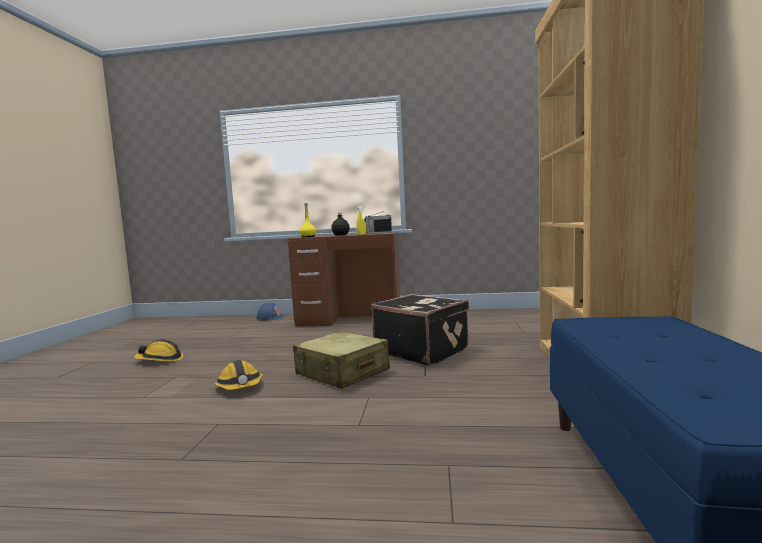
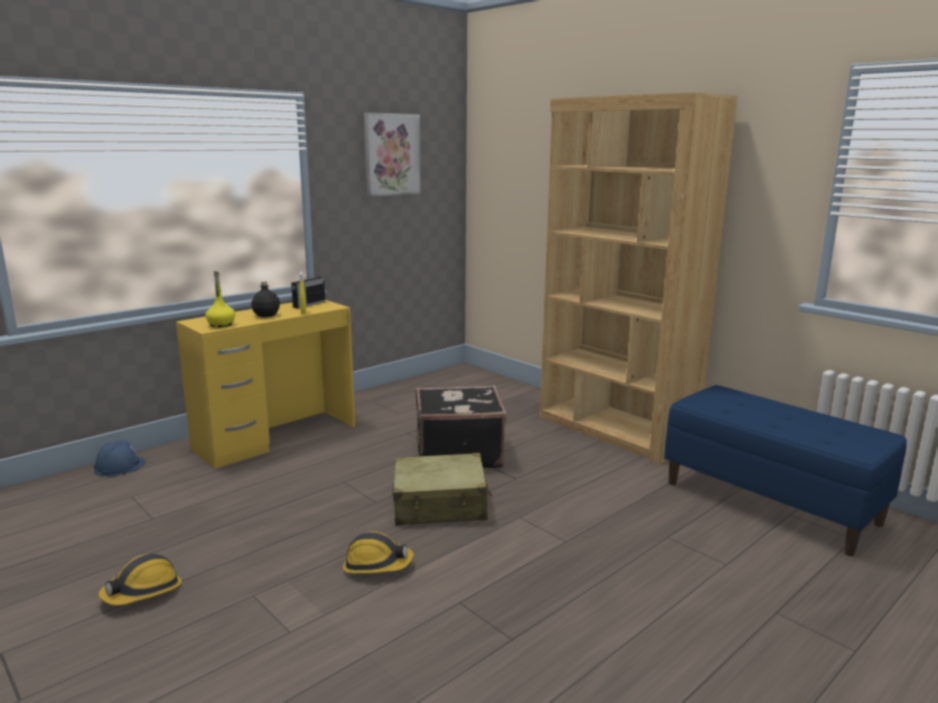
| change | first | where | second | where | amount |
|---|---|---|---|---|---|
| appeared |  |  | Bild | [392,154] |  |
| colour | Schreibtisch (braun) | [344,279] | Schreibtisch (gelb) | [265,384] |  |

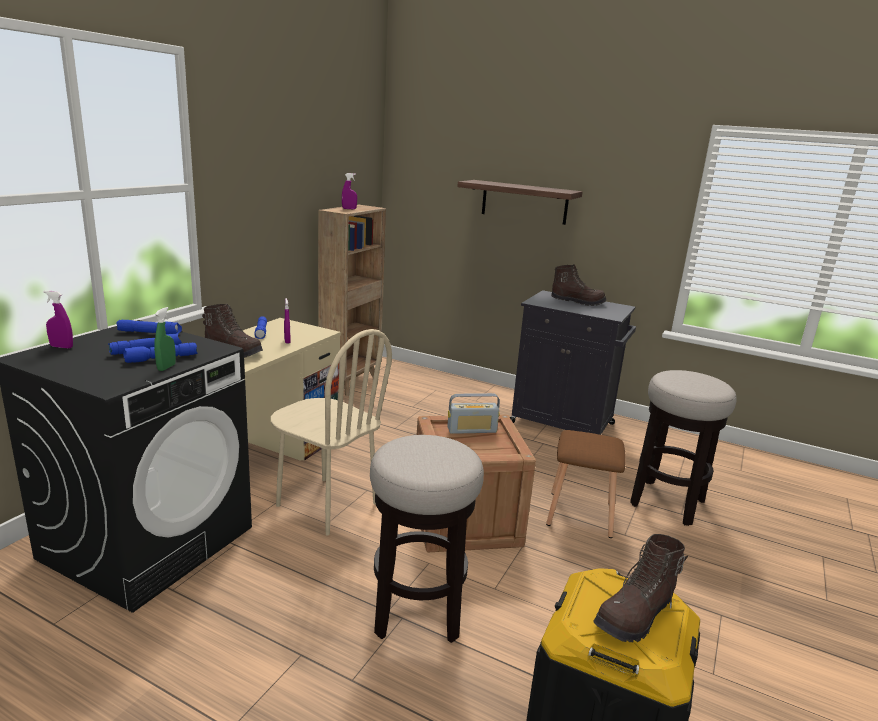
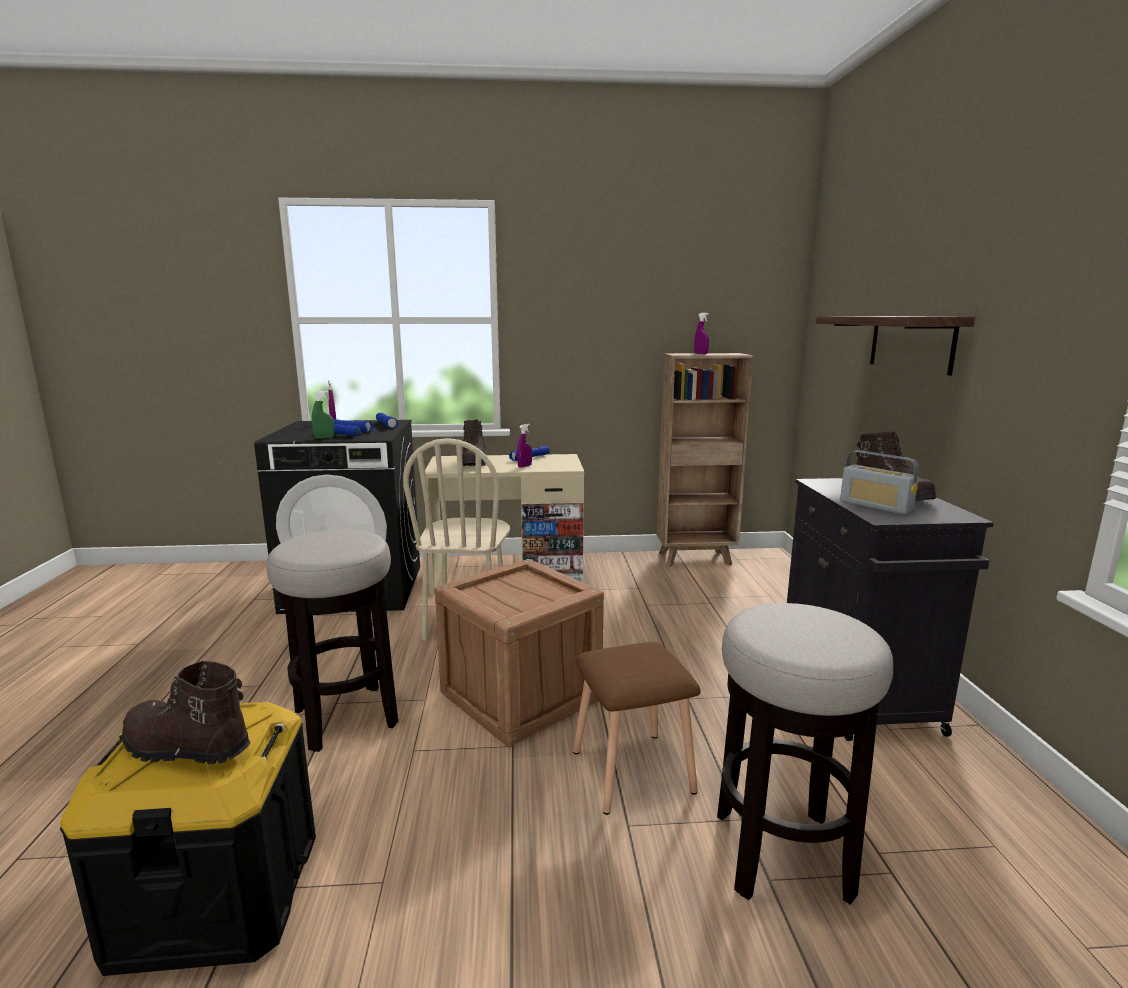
| change | first | where | second | where | amount |
|---|---|---|---|---|---|
| relocated | Radio | [473,413] |  | [879,482] |  |

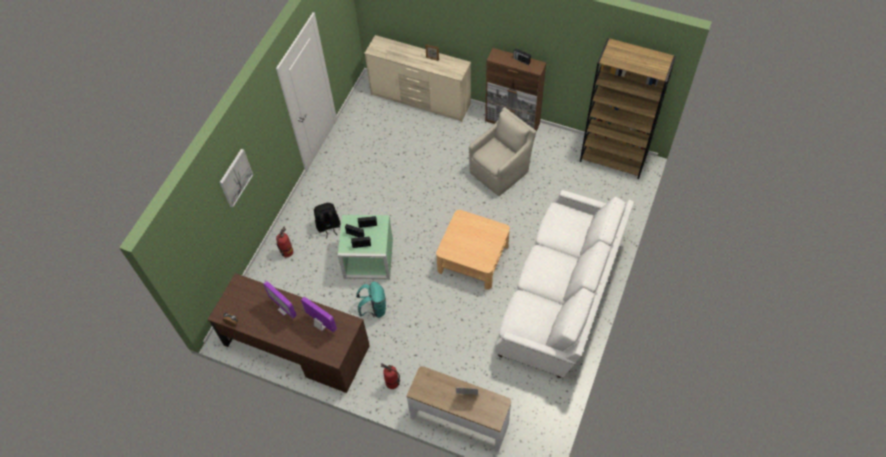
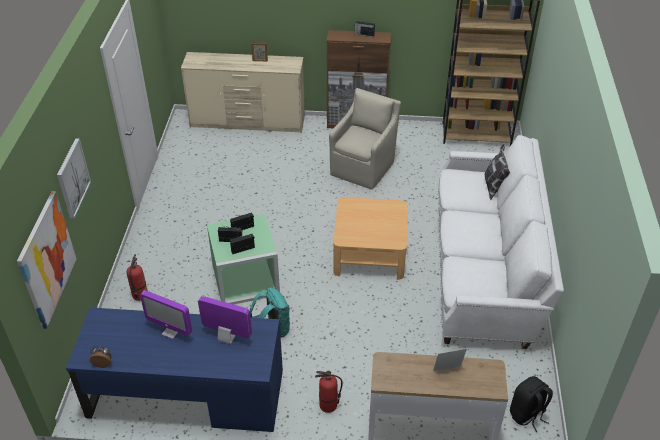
| change | first | where | second | where | amount |
|---|---|---|---|---|---|
| appeared |  |  | Bild | [47,260] |  |
| appeared |  |  | Kissen | [497,172] |  |
| relocated | Rucksack (schwarz) | [327,221] |  | [531,404] |  |
| colour | Schreibtisch (braun) | [289,333] | Schreibtisch (blau) | [174,369] |  |

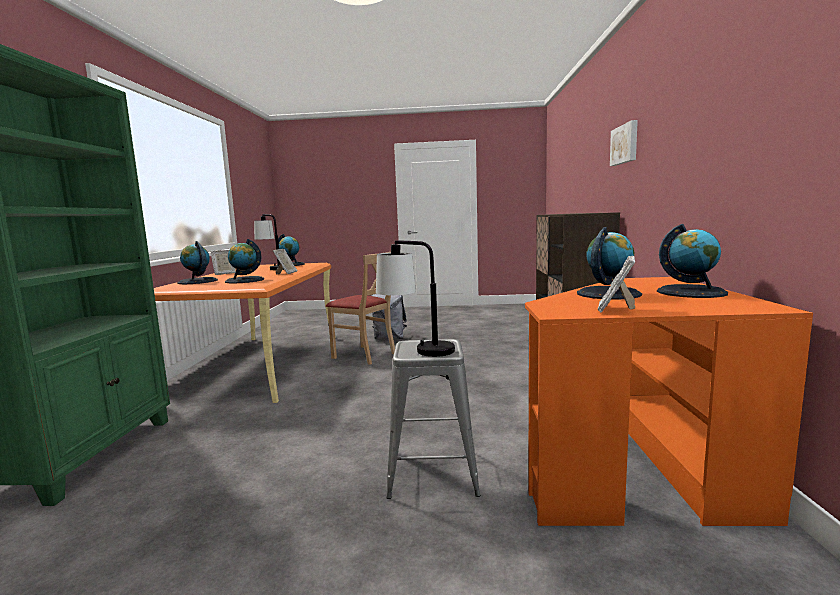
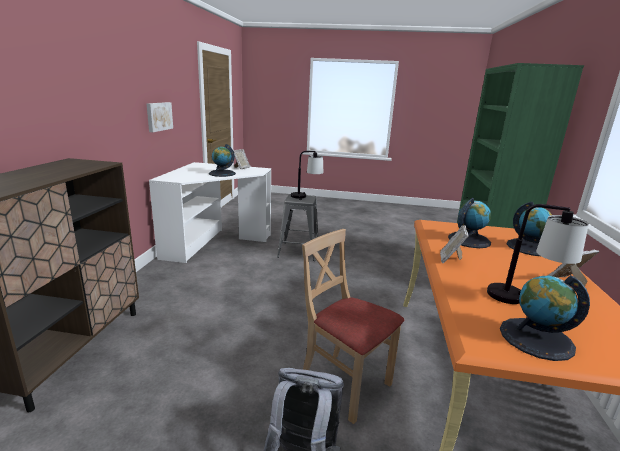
| change | first | where | second | where | amount |
|---|---|---|---|---|---|
| missing | Globus | [692,261] |  |  |  |
| relocated | Bild | [624,143] |  | [160,117] |  |
| colour | Schreibtisch (orange) | [669,401] | Schreibtisch (weiß) | [210,212] |  |

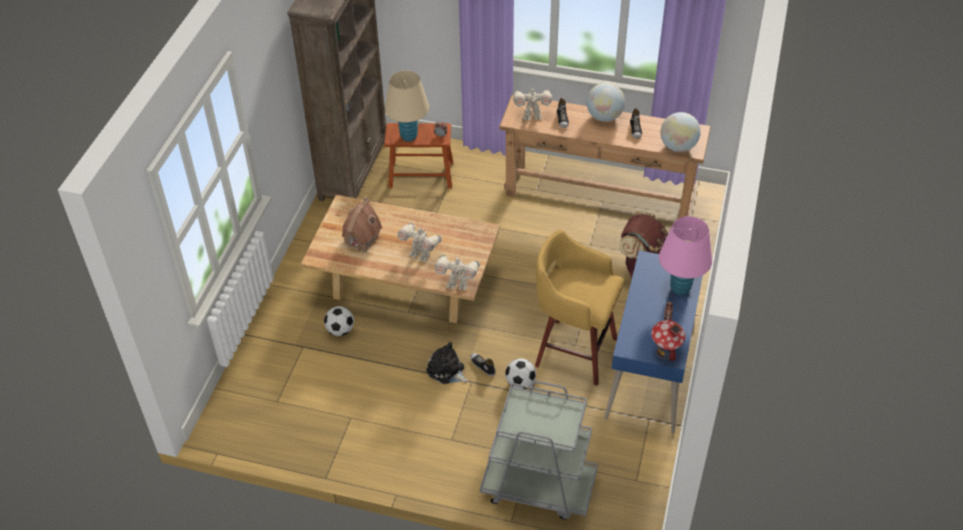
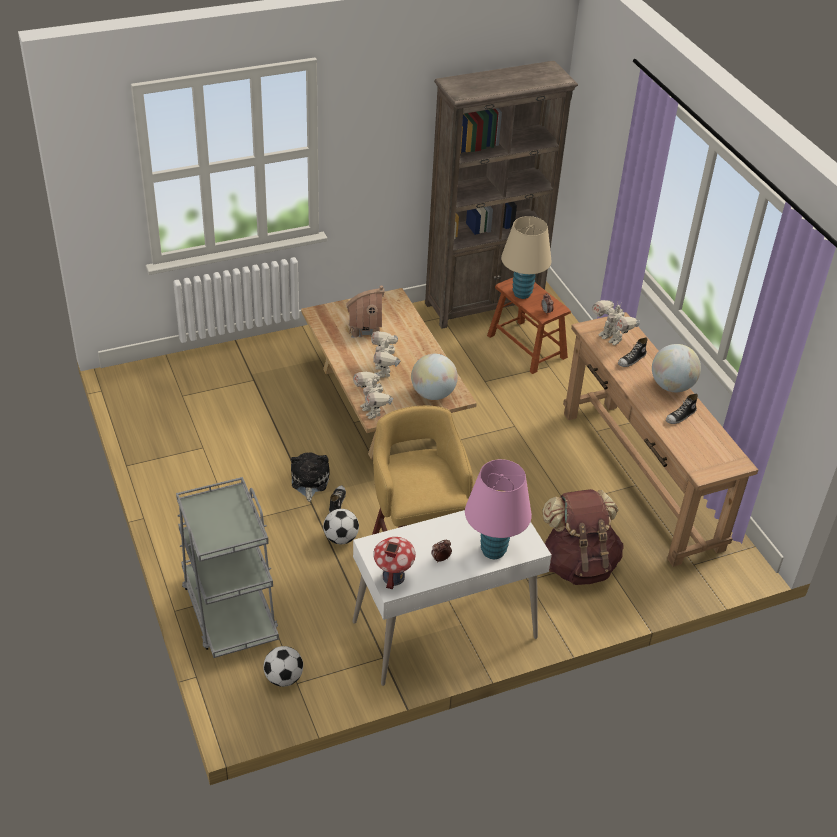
| change | first | where | second | where | amount |
|---|---|---|---|---|---|
| relocated | Fußball | [339,321] |  | [283,666] |  |
| relocated | Globus | [680,132] |  | [434,377] |  |
| colour | Schreibtisch (blau) | [654,342] | Schreibtisch (weiß) | [452,598] |  |

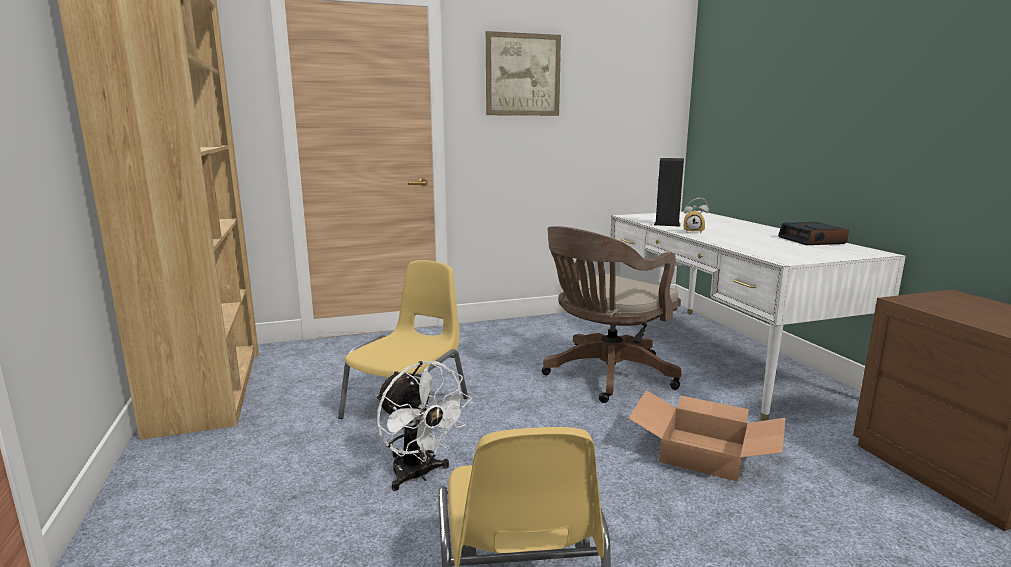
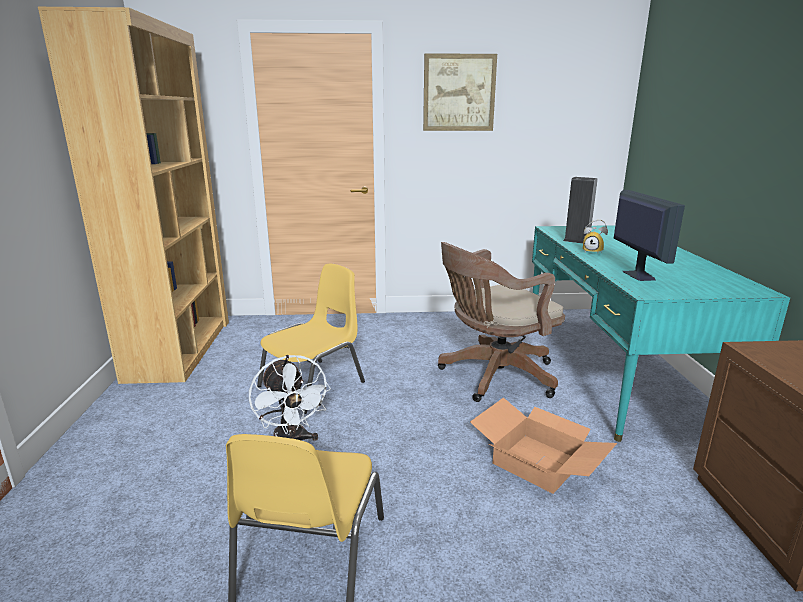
| change | first | where | second | where | amount |
|---|---|---|---|---|---|
| missing | Wecker | [813,233] |  |  |  |
| appeared |  |  | Monitor | [649,235] |  |
| colour | Schreibtisch (weiß) | [758,316] | Schreibtisch (türkis) | [661,333] |  |

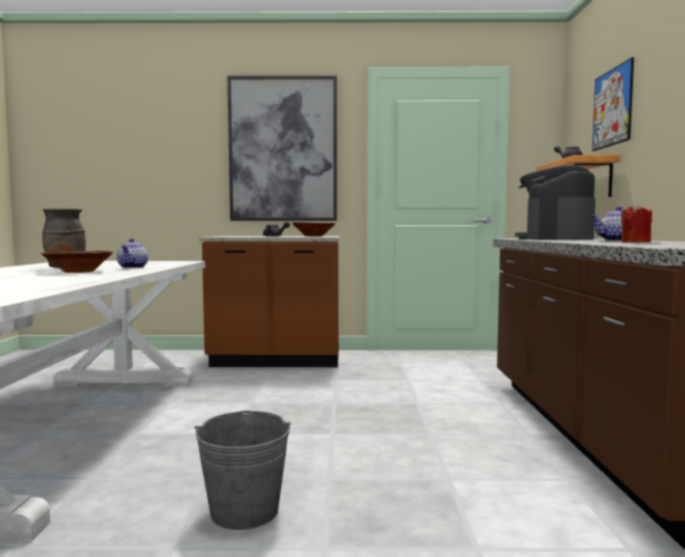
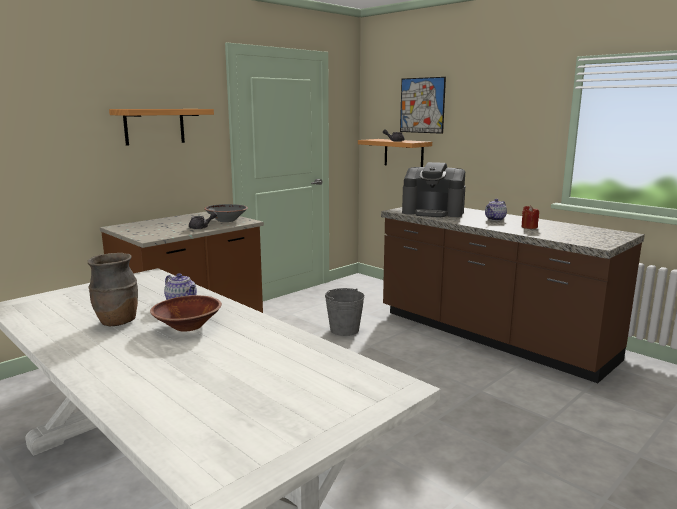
| change | first | where | second | where | amount |
|---|---|---|---|---|---|
| relocated | Eimer (grau) | [242,470] |  | [345,312] |  |
| exchanged | Bild | [282,148] | Wandregal | [161,127] |  |
| colour | Schüssel (braun) | [314,229] | Schüssel (grau) | [226,213] |  |
| spun | Kaffeemaschine | [555,202] |  | [433,189] | 45 degrees counterclockwise |

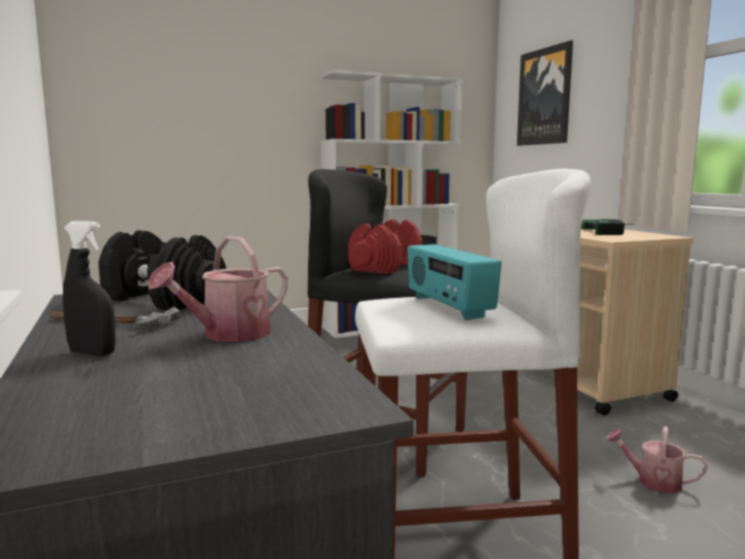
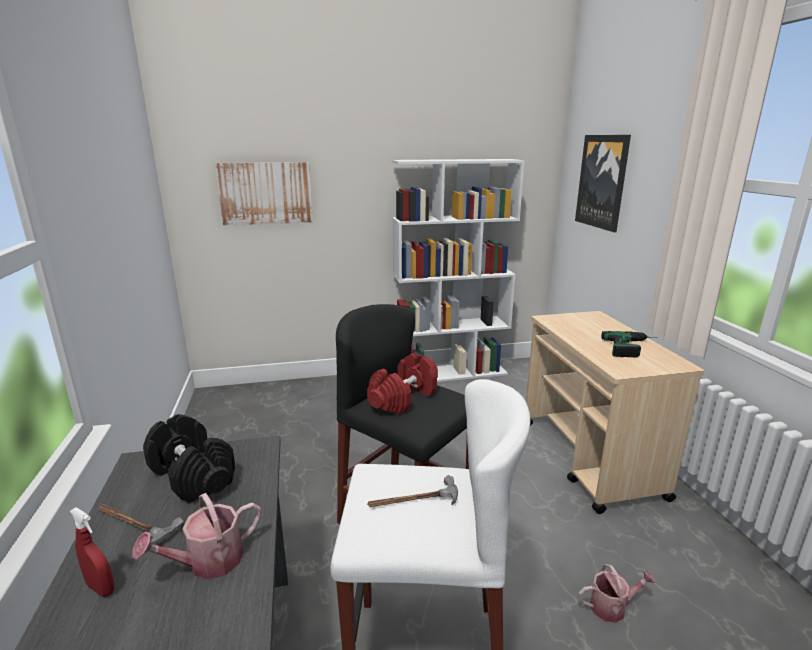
| change | first | where | second | where | amount |
|---|---|---|---|---|---|
| appeared |  |  | Bild | [264,193] |  |
| exchanged | Radio | [454,282] | Hammer | [412,491] |  |
| colour | Sprühflasche (schwarz) | [89,288] | Sprühflasche (rot) | [92,552] |  |
| spun | Gießkanne | [657,460] |  | [617,593] | 135 degrees clockwise |

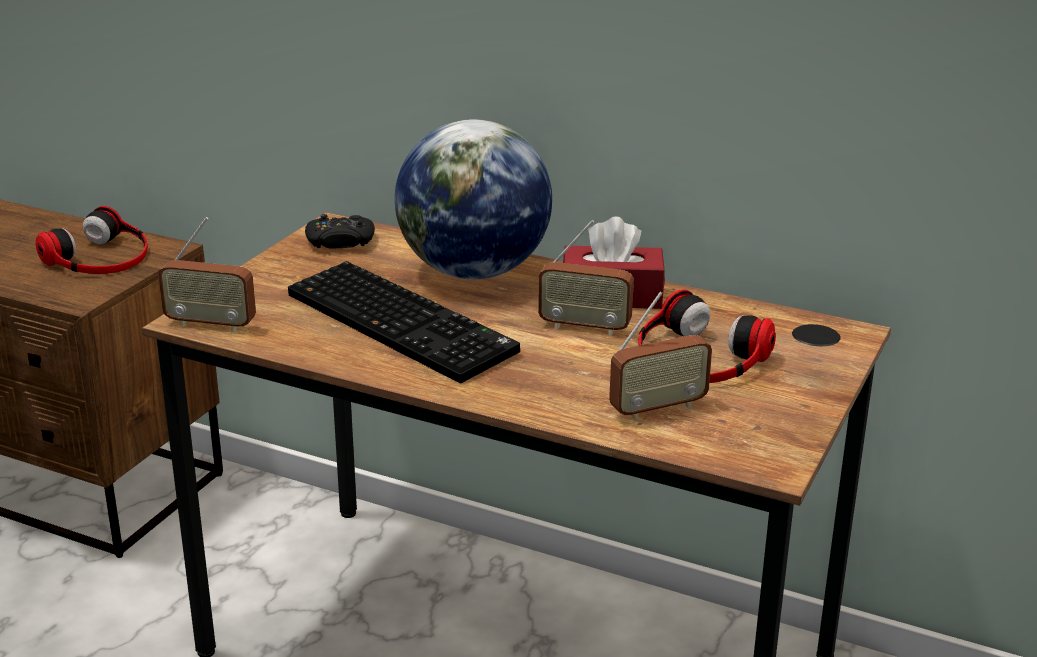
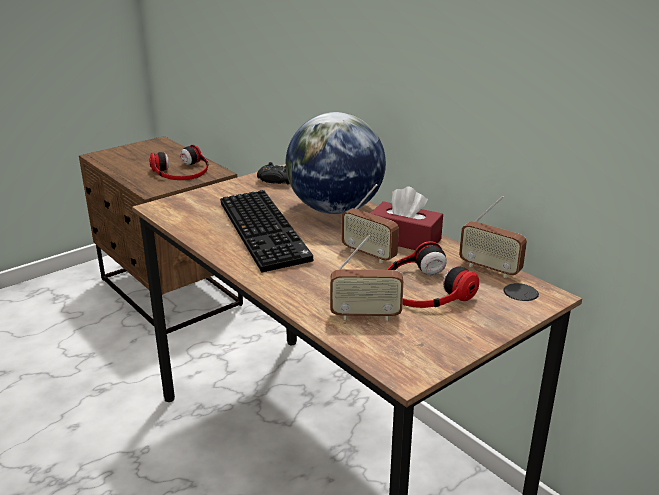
| change | first | where | second | where | amount |
|---|---|---|---|---|---|
| relocated | Radio | [207,274] |  | [493,237] |  |

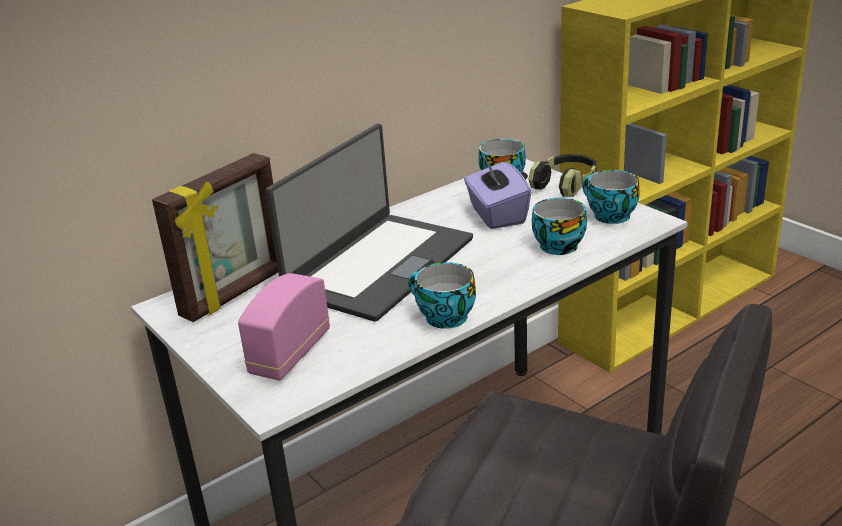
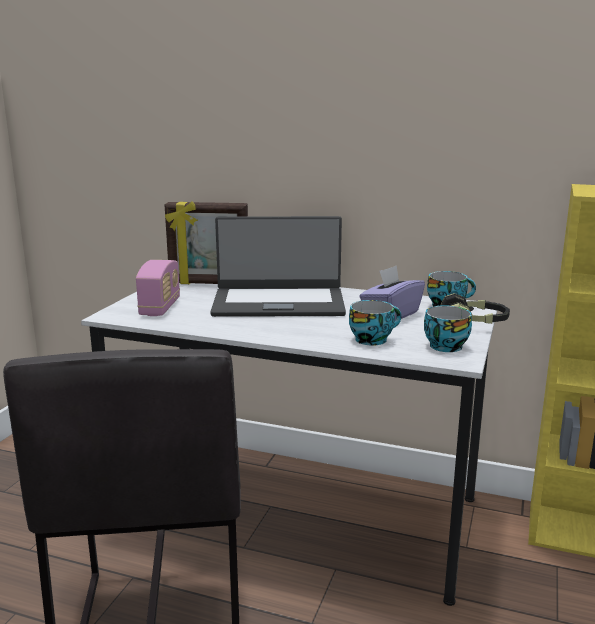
| change | first | where | second | where | amount |
|---|---|---|---|---|---|
| missing | Tasse | [442,295] |  |  |  |
| spun | Radio | [284,326] |  | [158,288] | 105 degrees clockwise |

